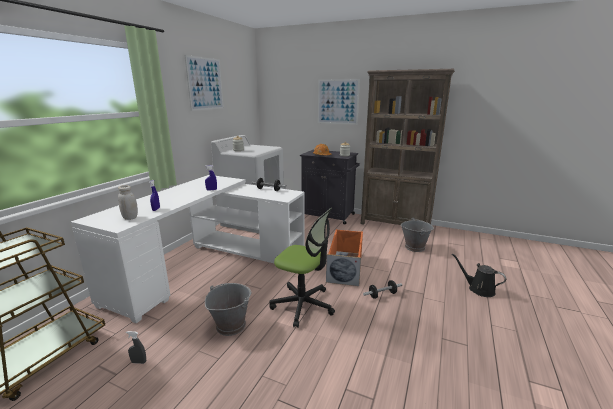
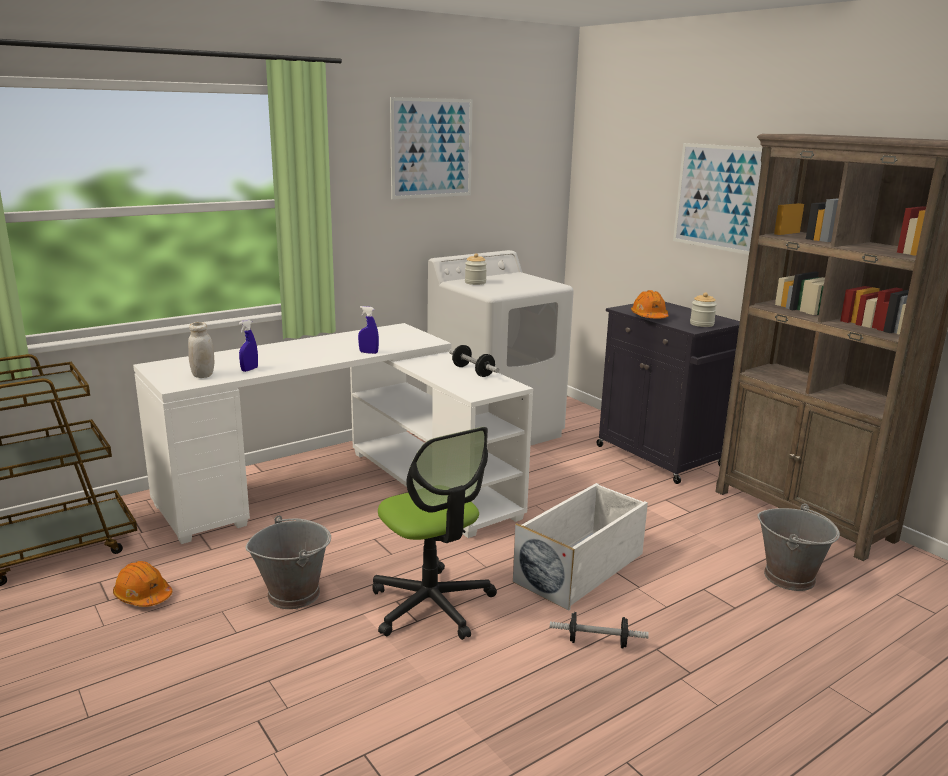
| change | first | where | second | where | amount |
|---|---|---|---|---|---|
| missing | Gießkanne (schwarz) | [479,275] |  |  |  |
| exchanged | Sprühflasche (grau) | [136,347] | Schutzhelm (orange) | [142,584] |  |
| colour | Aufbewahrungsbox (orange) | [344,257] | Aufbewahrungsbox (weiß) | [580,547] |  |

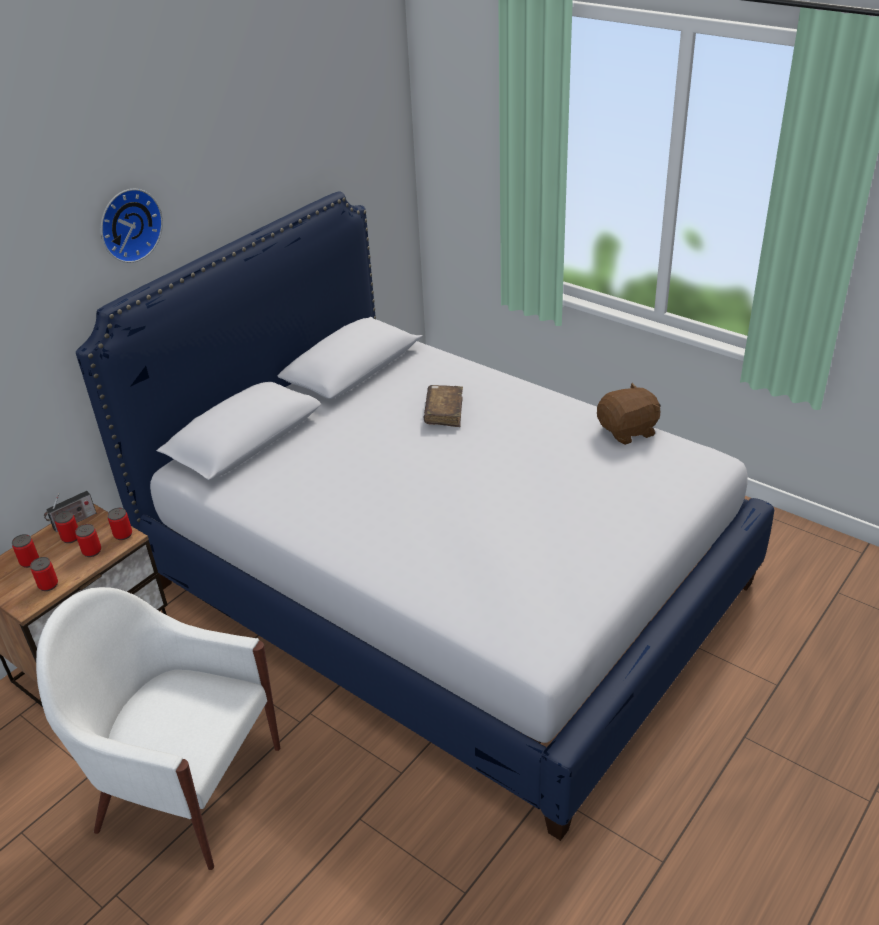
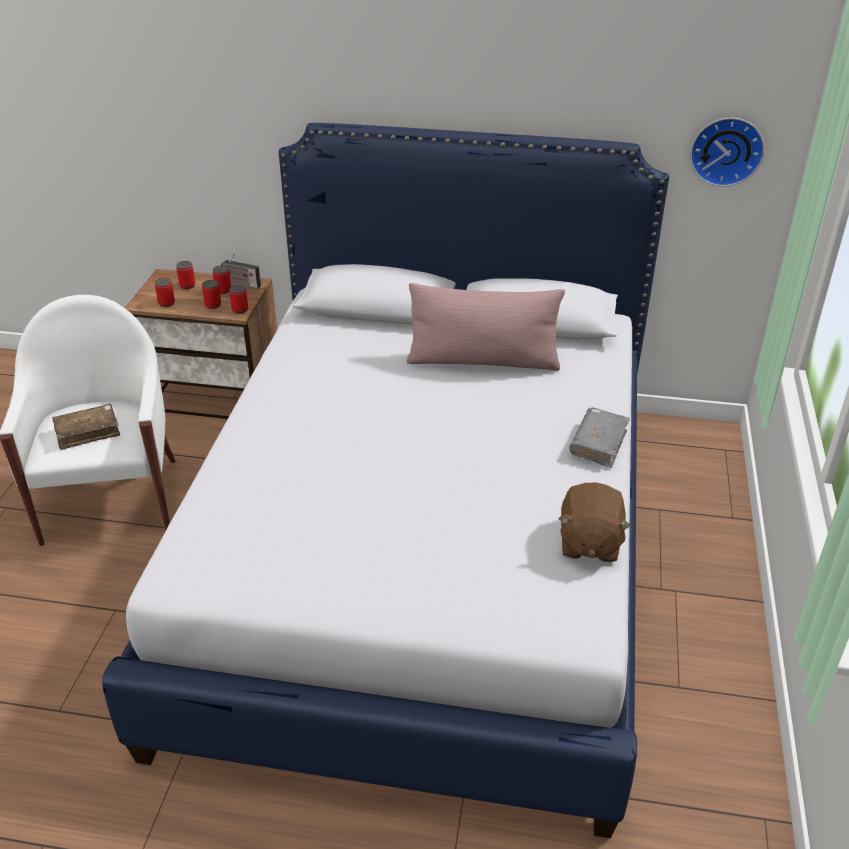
| change | first | where | second | where | amount |
|---|---|---|---|---|---|
| appeared |  |  | Kissen (rosa) | [486,327] |  |
| appeared |  |  | Buch (grau) | [599,437] |  |
| relocated | Wanduhr | [132,226] |  | [727,152] |  |
| relocated | Buch (braun) | [443,406] |  | [86,427] |  |
| spun | Plüschtier (braun) | [629,414] |  | [594,522] | 60 degrees clockwise |

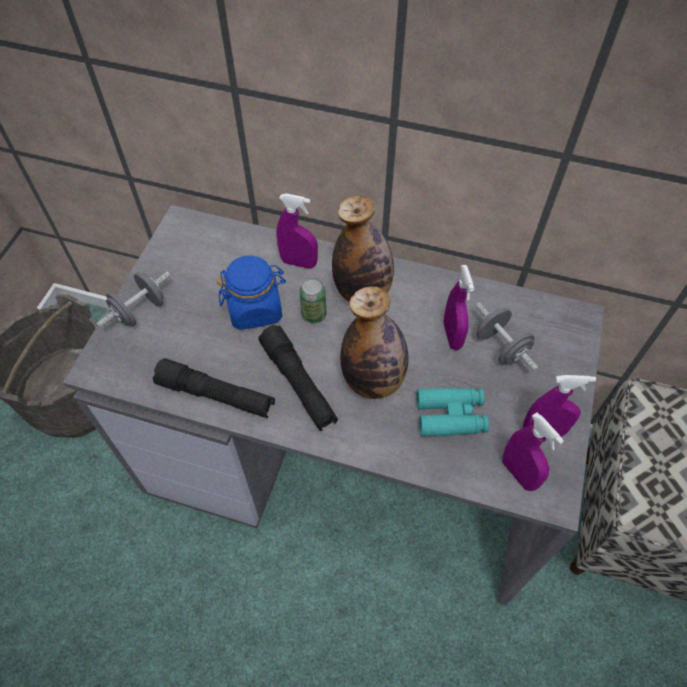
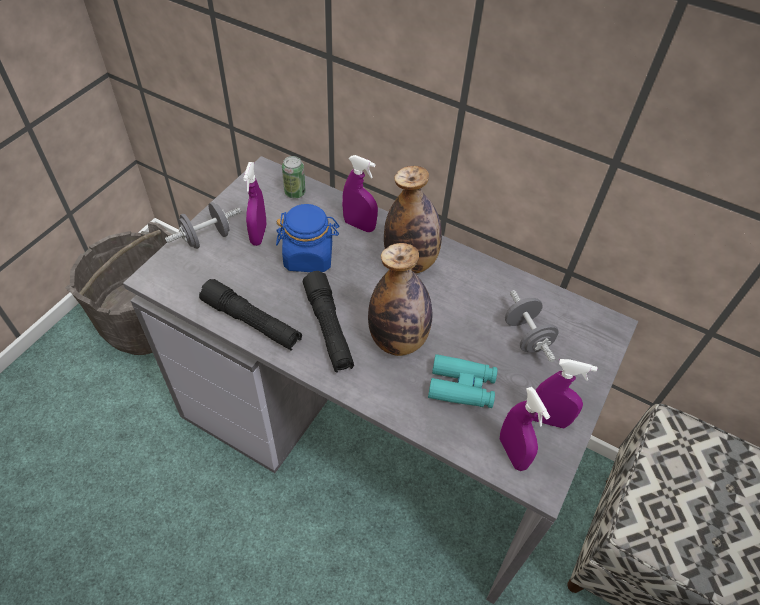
| change | first | where | second | where | amount |
|---|---|---|---|---|---|
| relocated | Dose | [313,301] |  | [294,177] |  |
| relocated | Sprühflasche (lila) | [458,307] |  | [255,204] |  |

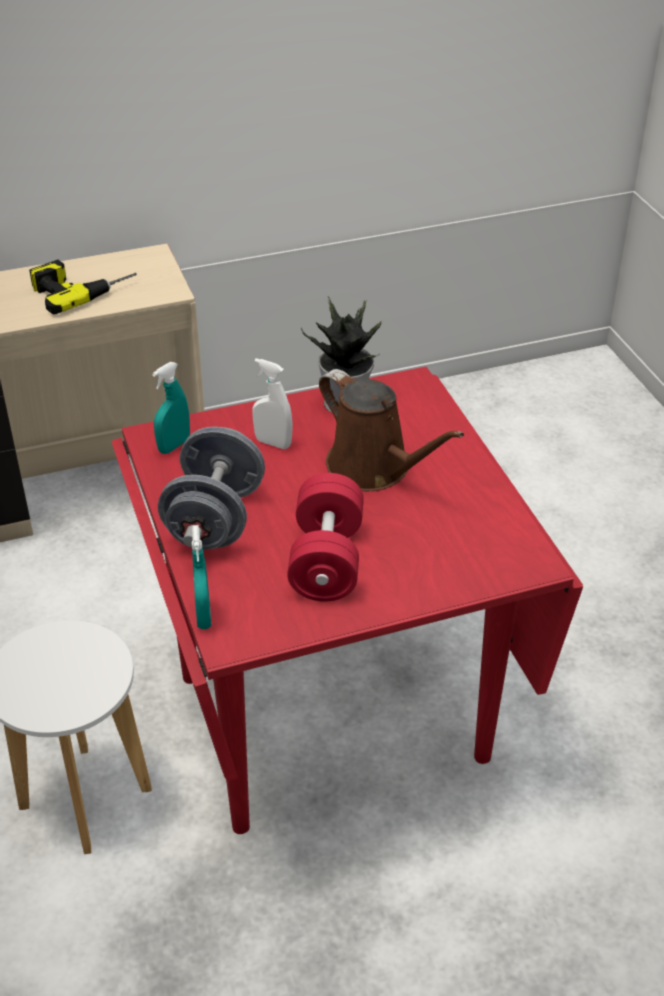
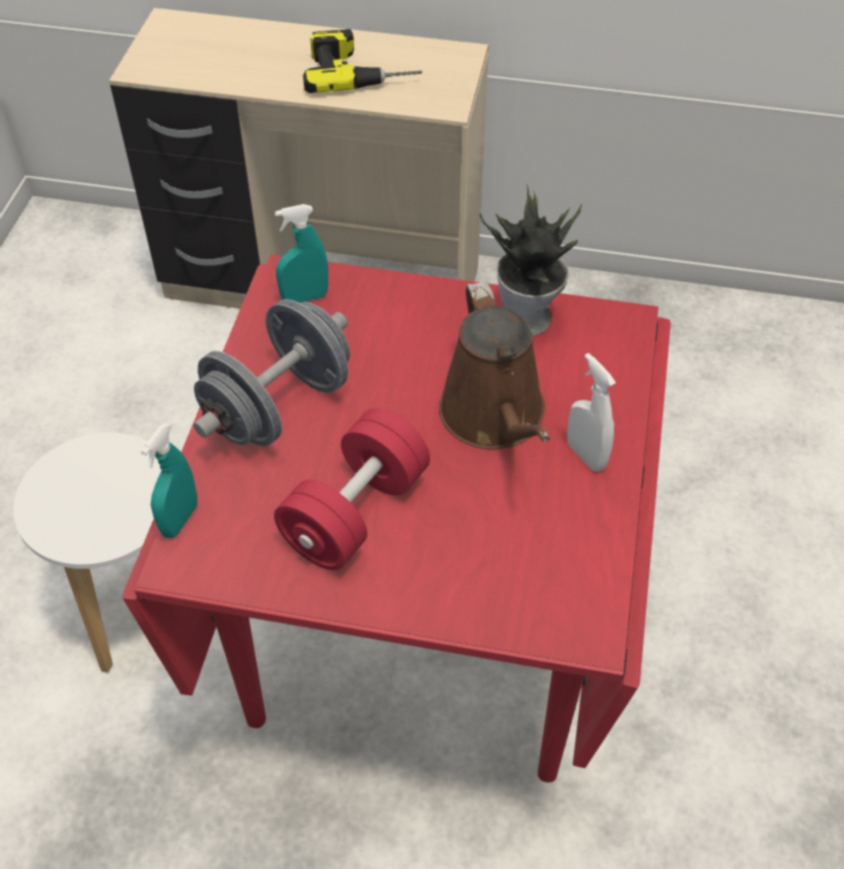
| change | first | where | second | where | amount |
|---|---|---|---|---|---|
| relocated | Sprühflasche (weiß) | [272,403] |  | [591,412] |  |

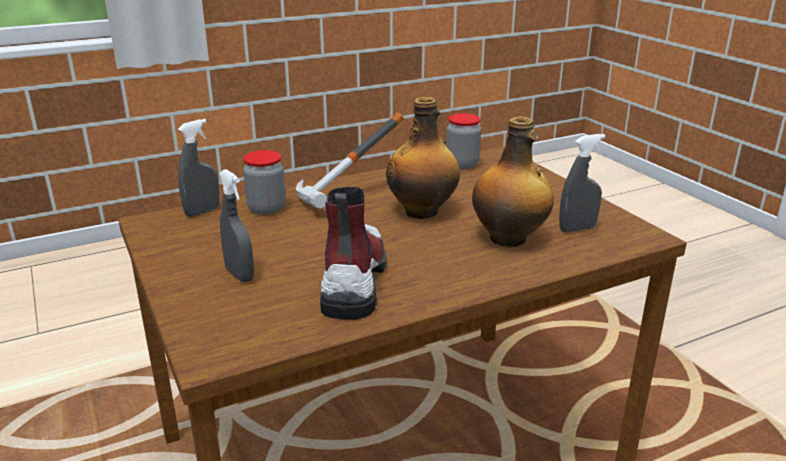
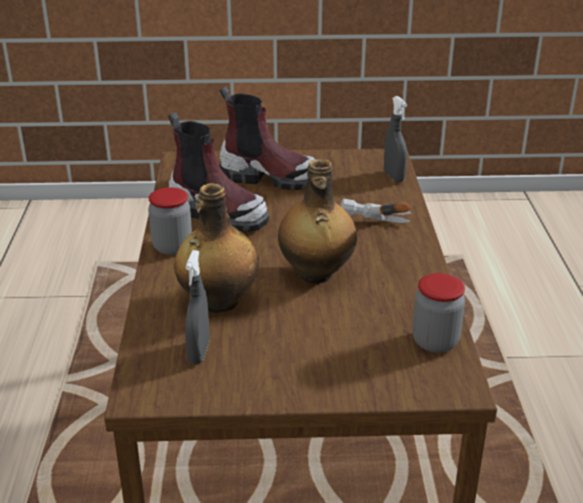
| change | first | where | second | where | amount |
|---|---|---|---|---|---|
| relocated | Vorratsglas | [264,182] |  | [170,221] |  |
| exchanged | Sprühflasche (grau) | [236,225] | Stiefel | [267,138] |  |

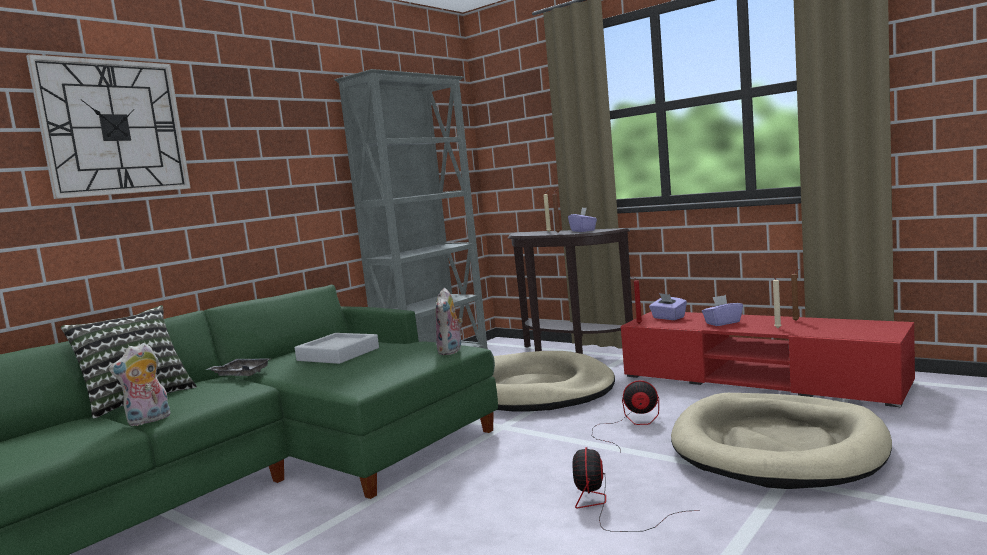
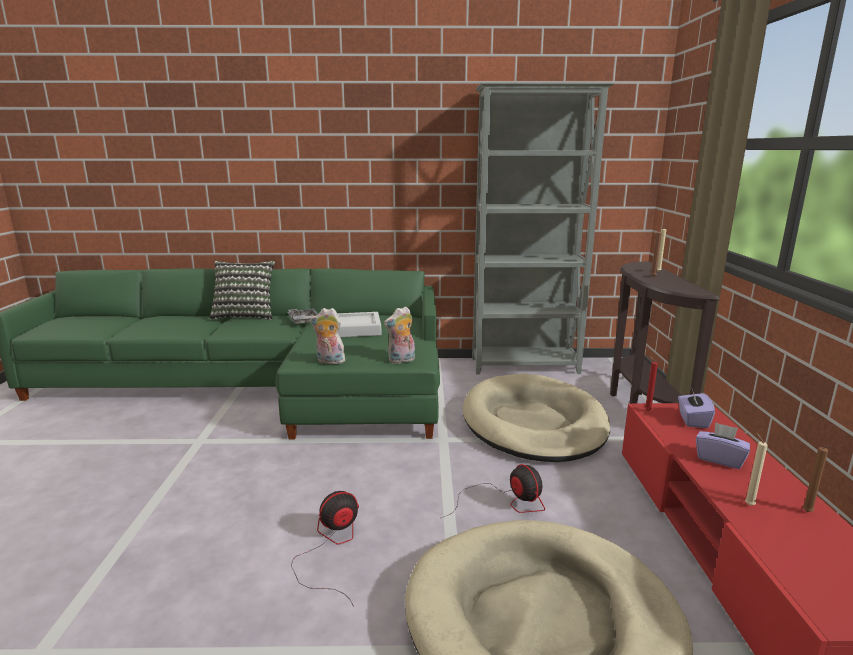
| change | first | where | second | where | amount |
|---|---|---|---|---|---|
| missing | Wanduhr | [108,126] |  |  |  |
| missing | Taschentuchbox (lila) | [582,220] |  |  |  |
| relocated | Plüschtier | [140,384] |  | [327,336] |  |

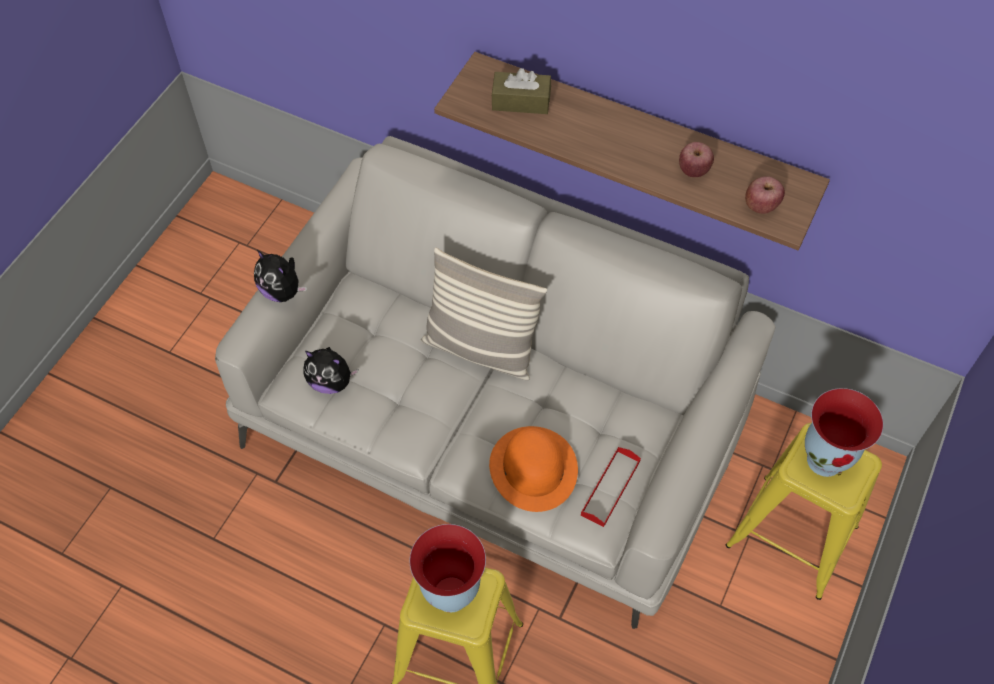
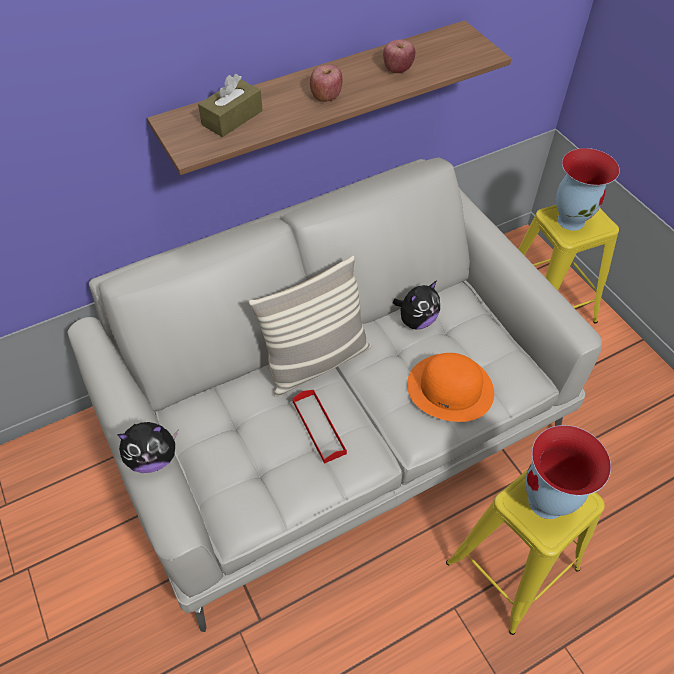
| change | first | where | second | where | amount |
|---|---|---|---|---|---|
| relocated | Plüschtier | [331,370] |  | [416,305] |  |
| relocated | Tablett (rot) | [611,487] |  | [319,427] |  |
| relocated | Apfel | [765,195] |  | [326,83] |  |

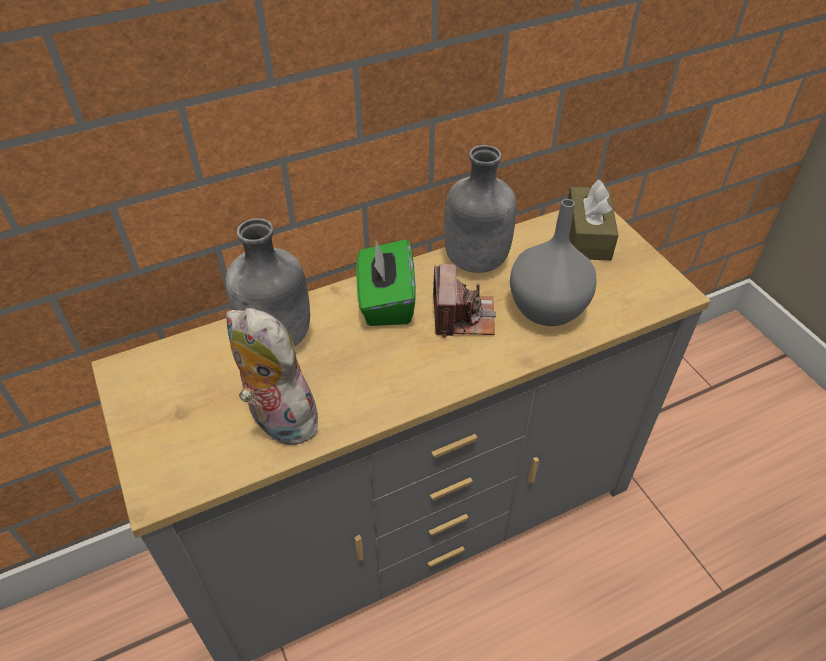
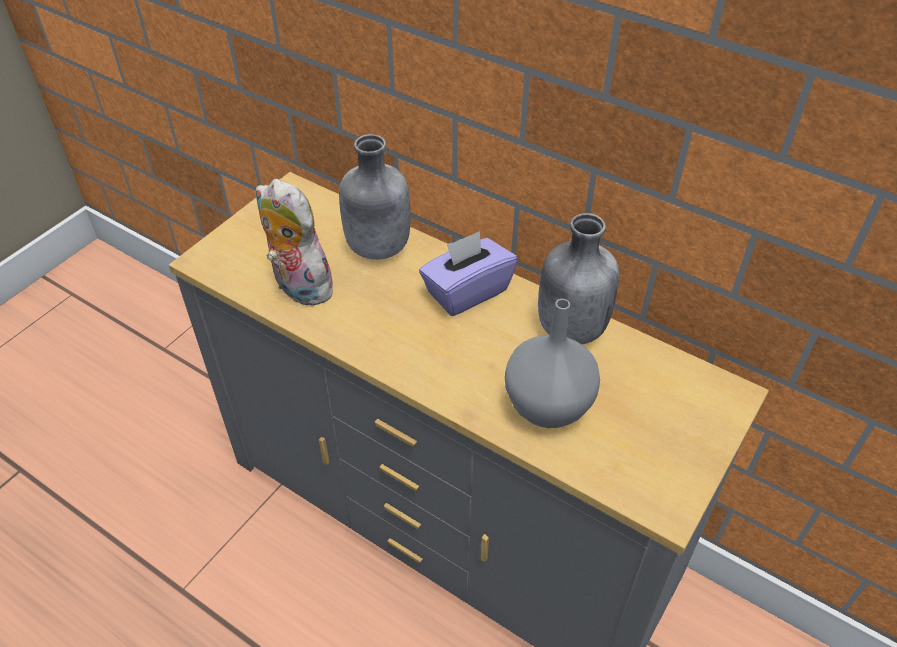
| change | first | where | second | where | amount |
|---|---|---|---|---|---|
| missing | Kamera | [464,301] |  |  |  |
| missing | Taschentuchbox (braun) | [593,220] |  |  |  |
| colour | Taschentuchbox (grün) | [386,282] | Taschentuchbox (lila) | [468,273] |  |
| spun | Plüschtier | [276,377] |  | [298,242] | 60 degrees counterclockwise |

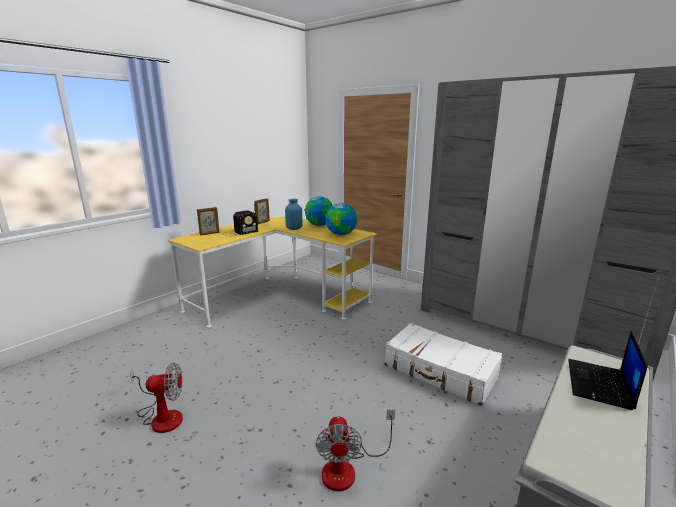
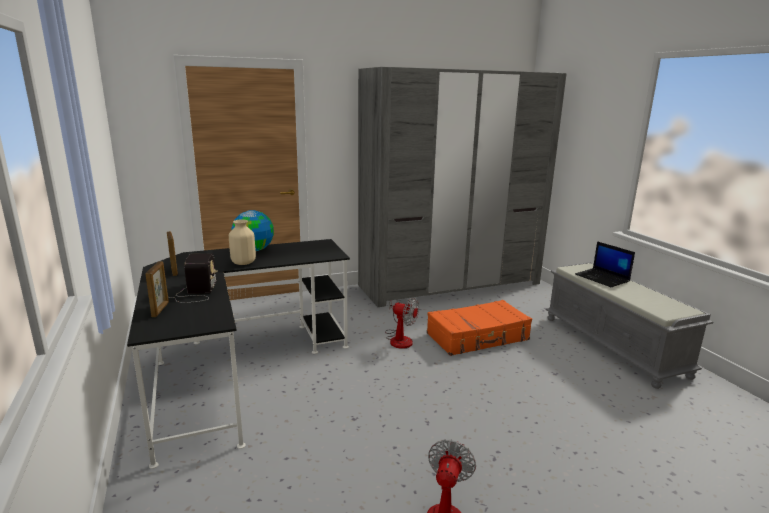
| change | first | where | second | where | amount |
|---|---|---|---|---|---|
| missing | Globus | [341,219] |  |  |  |
| relocated | Ventilator | [355,450] |  | [402,323] |  |
| colour | Schreibtisch (gelb) | [272,272] | Schreibtisch (schwarz) | [238,354] |  |
| colour | Vase (blau) | [294,214] | Vase (beige) | [242,242] |  |
| colour | Koffer (weiß) | [444,364] | Koffer (orange) | [479,328] |  |

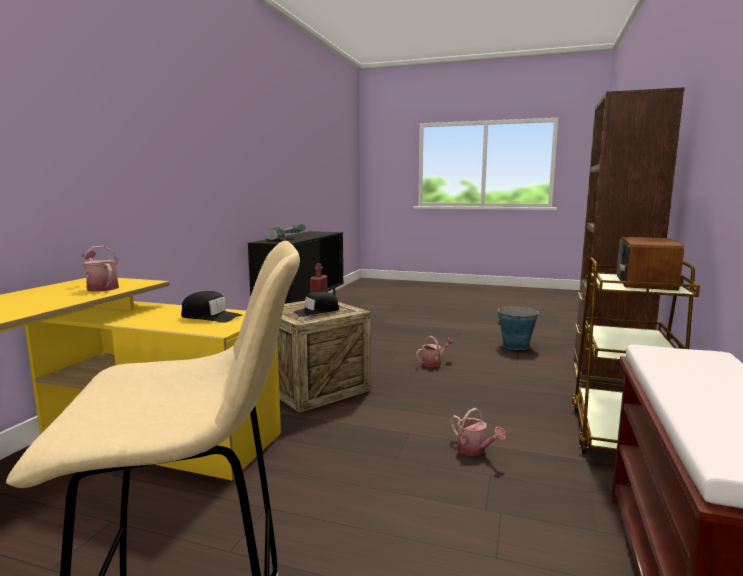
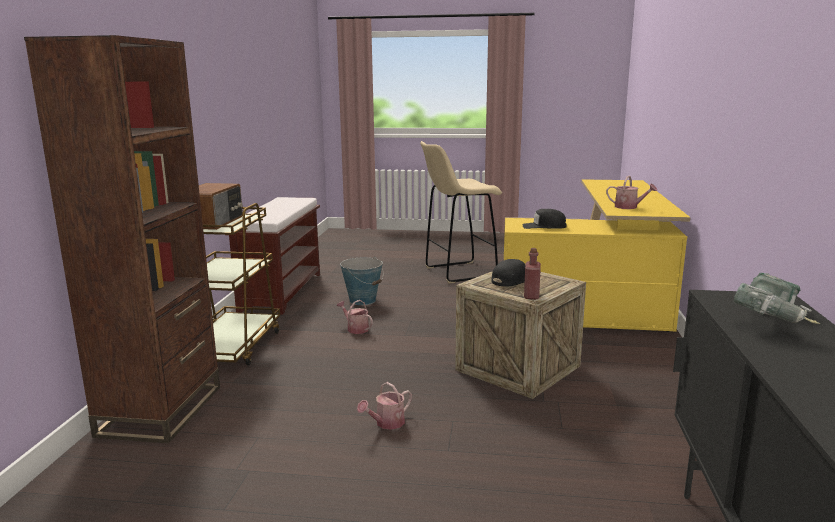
| change | first | where | second | where | amount |
|---|---|---|---|---|---|
| relocated | Eimer | [518,328] |  | [362,281] |  |

